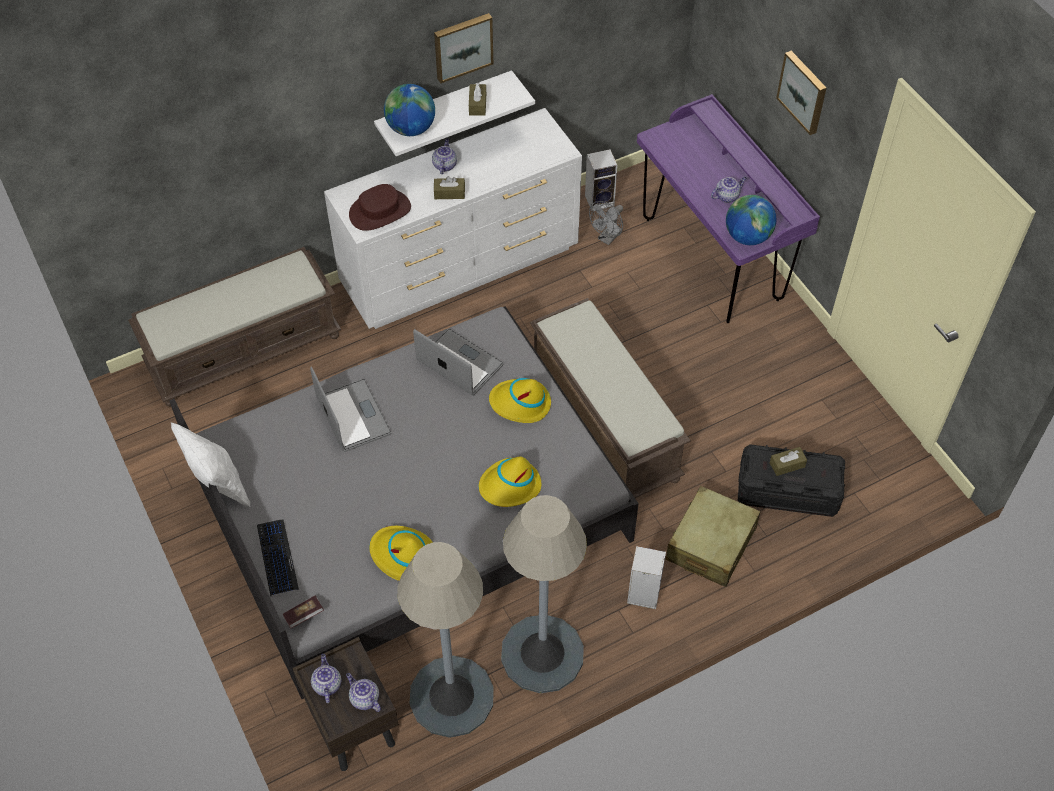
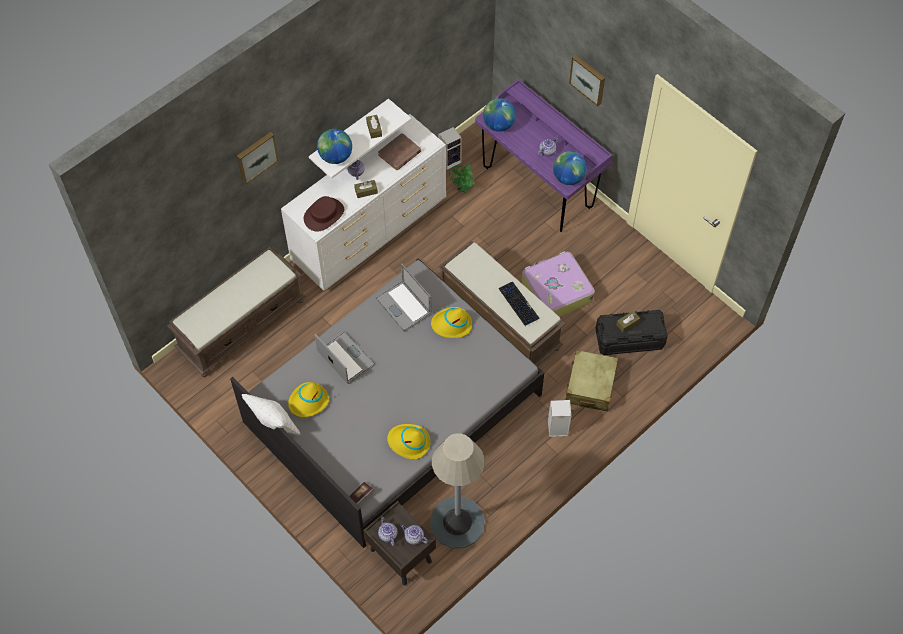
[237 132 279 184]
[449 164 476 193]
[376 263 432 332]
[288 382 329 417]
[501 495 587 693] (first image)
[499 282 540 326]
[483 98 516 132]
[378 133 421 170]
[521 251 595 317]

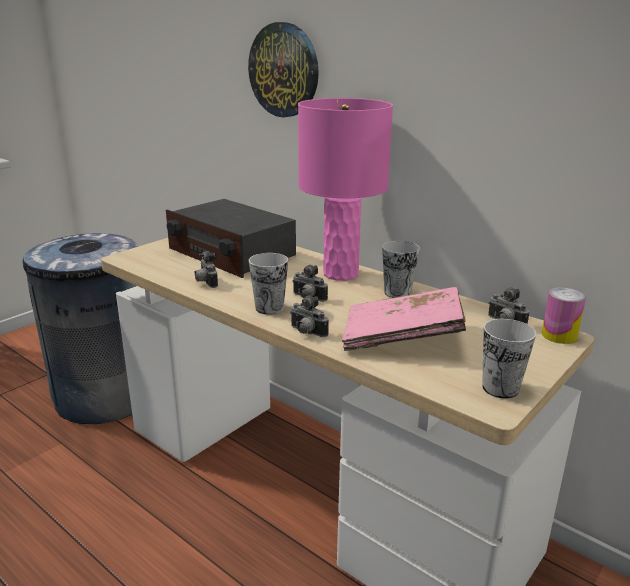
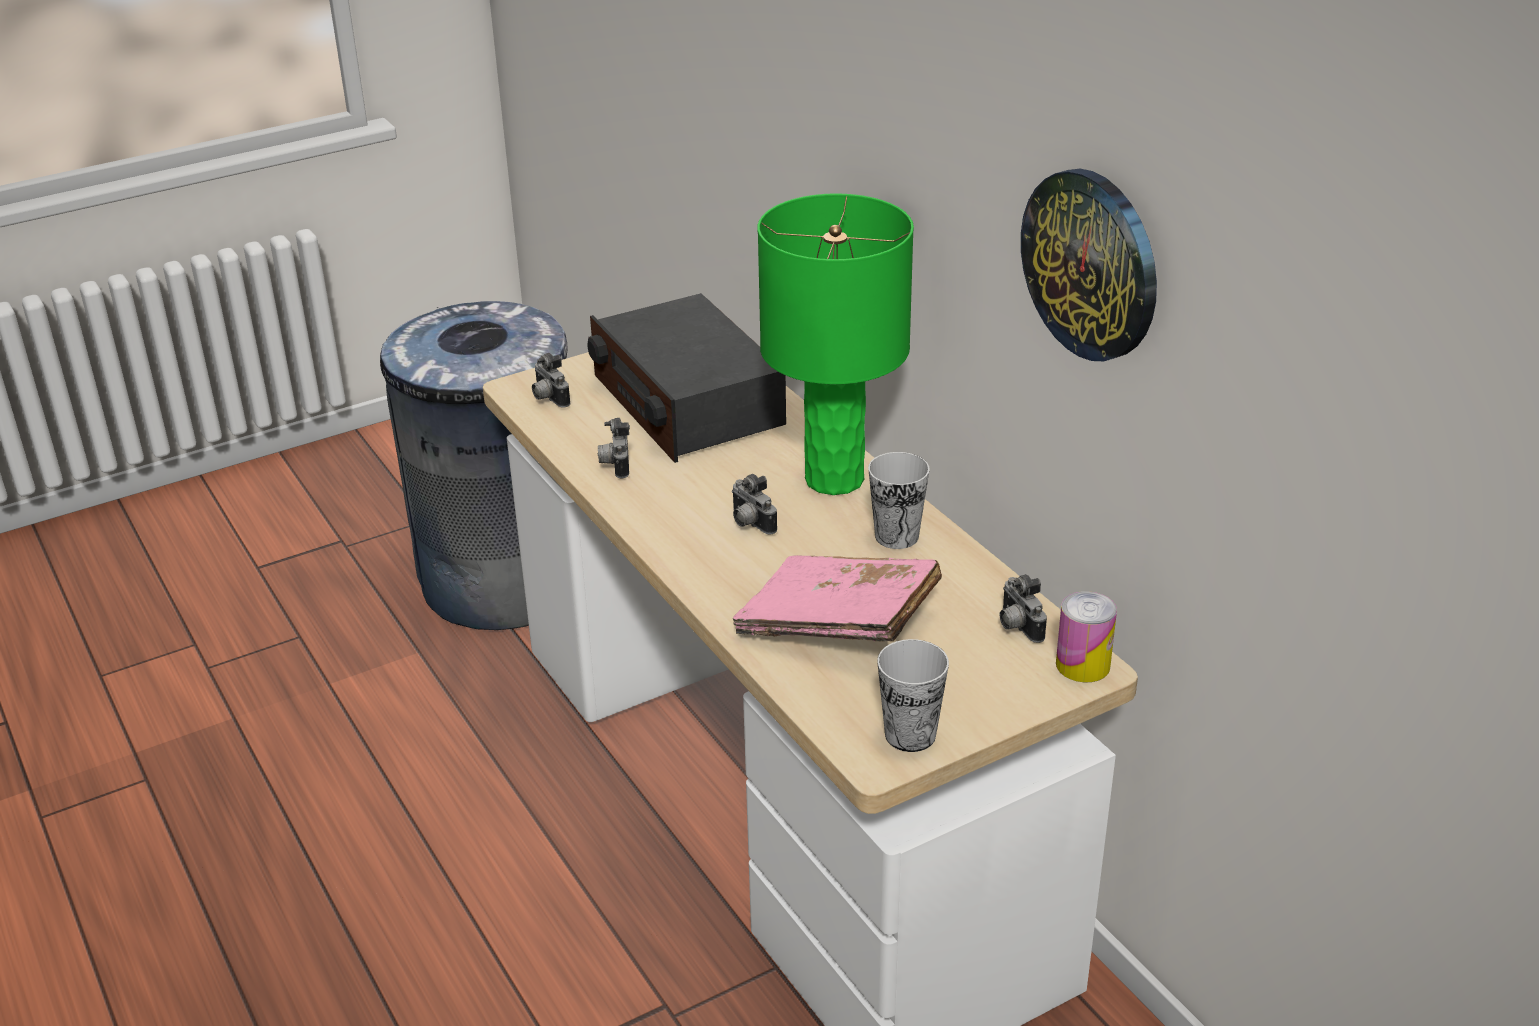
[1021 169 1157 361]
[757 193 914 495]
[249 253 288 315] (first image)
[532 353 570 408]

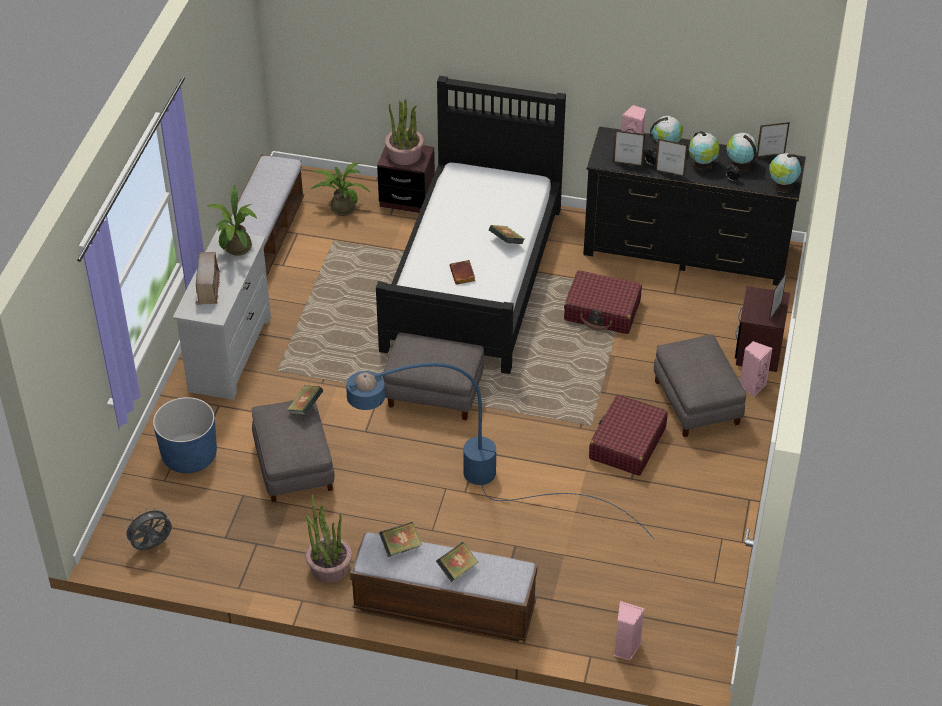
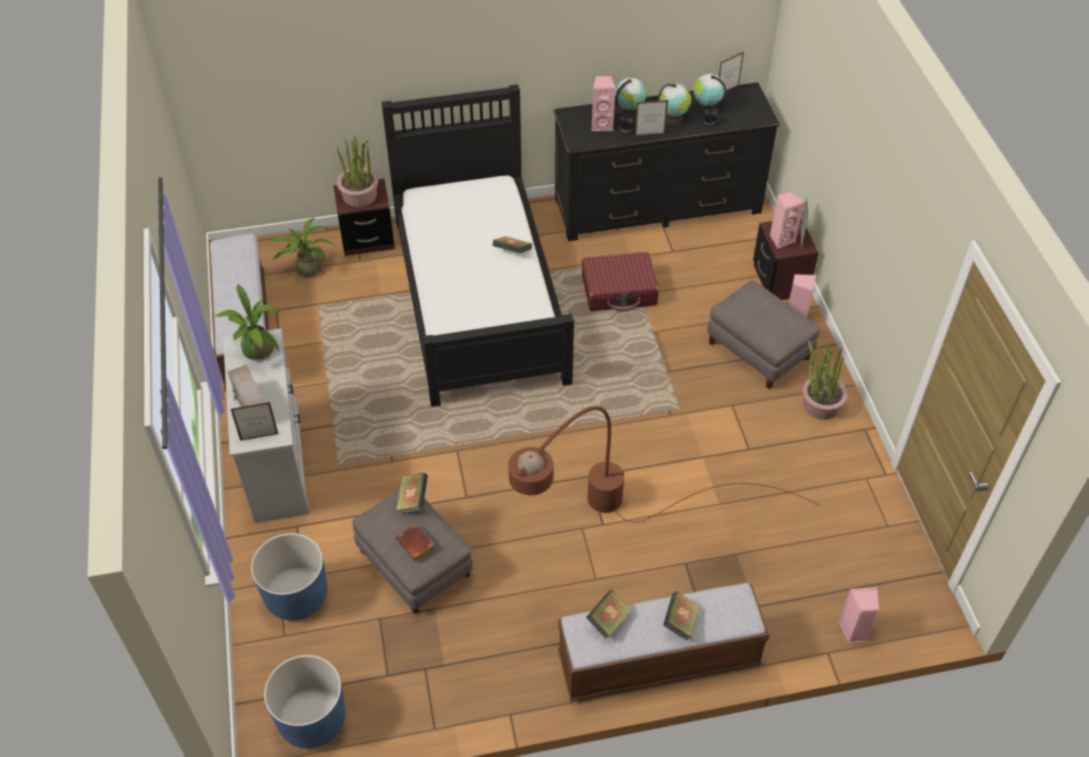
[231 402 278 441]
[769 153 802 193] (first image)
[396 523 435 561]
[383 333 484 420] (first image)
[508 406 820 523]
[589 395 668 476] (first image)
[802 340 848 420]
[264 655 345 748]
[770 191 805 248]

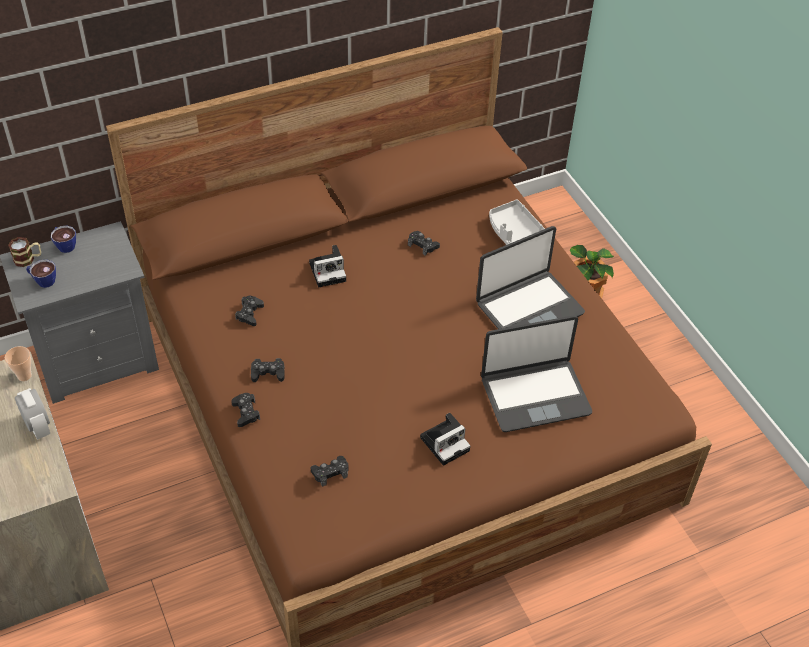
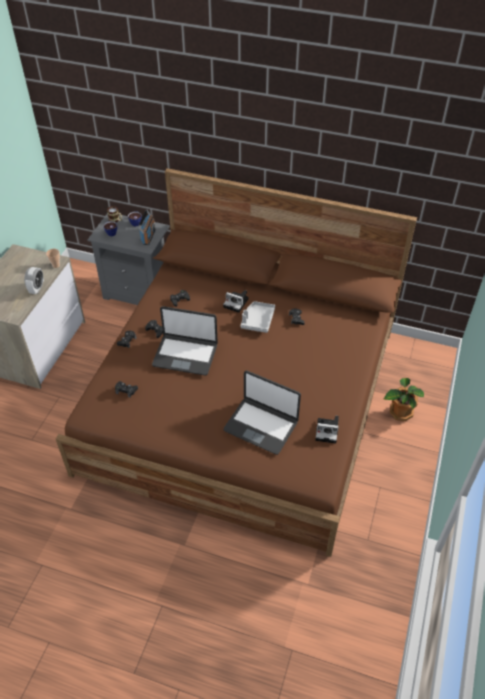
[240 301 275 333]
[152 306 218 375]
[315 416 339 444]
[138 210 156 245]

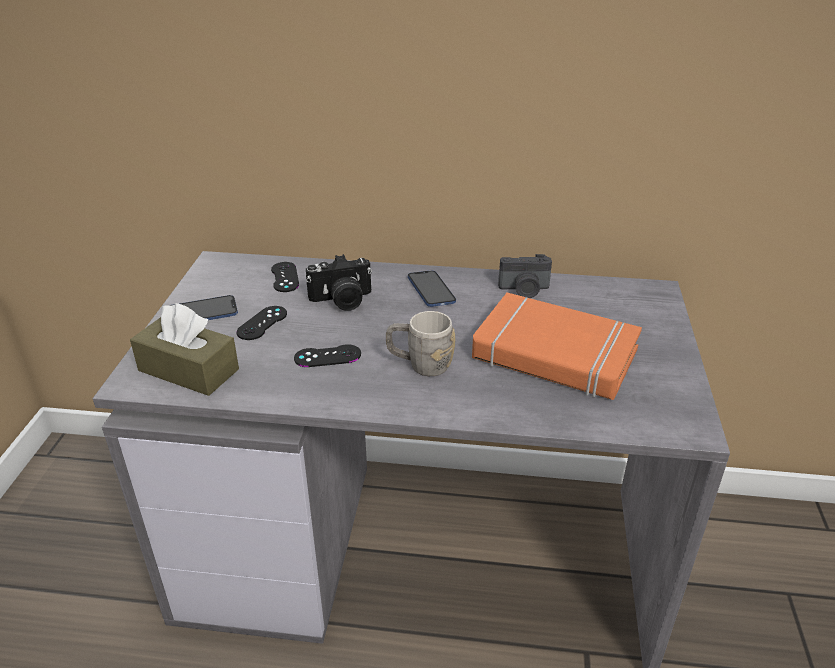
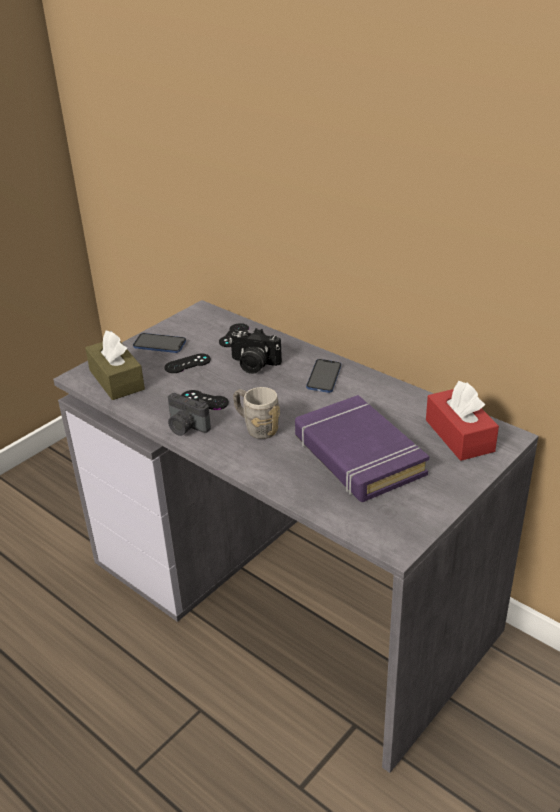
[168 393 211 436]
[295 395 429 502]
[426 381 499 461]

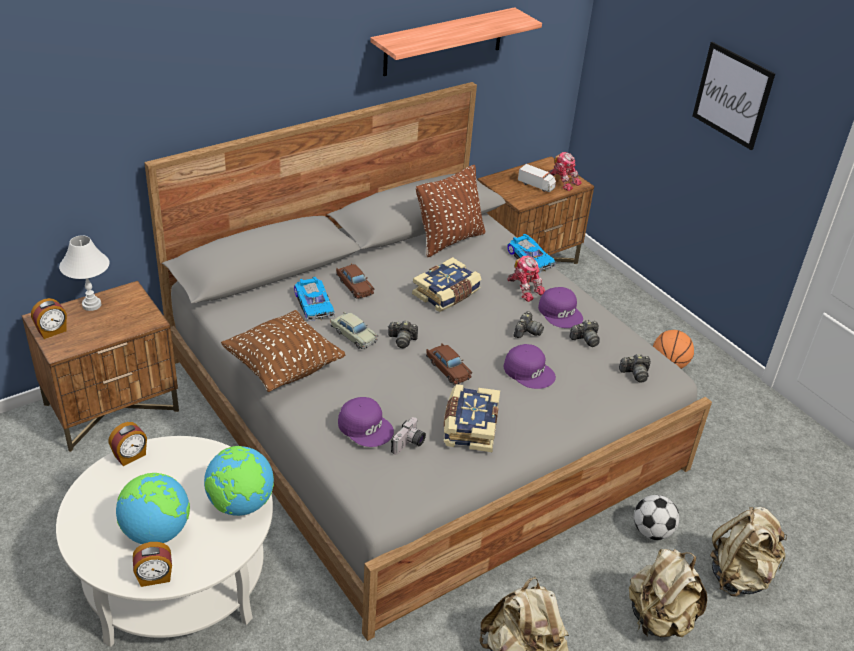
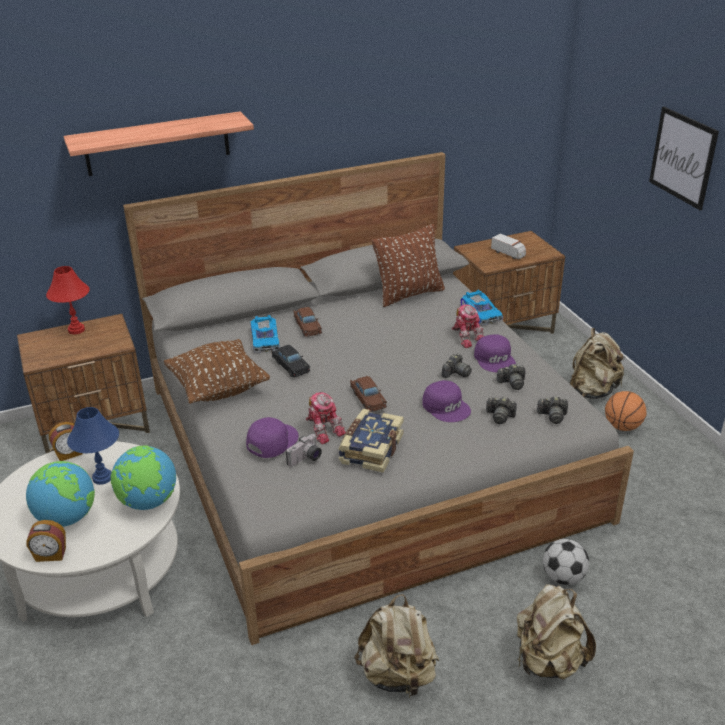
[63 111 254 176]
[306 392 346 444]
[46 266 90 334]
[412 257 481 312] (first image)
[31 298 67 339] (first image)
[271 345 310 377]
[486 397 517 424]
[246 417 299 458]
[570 328 625 399]
[67 407 119 485]

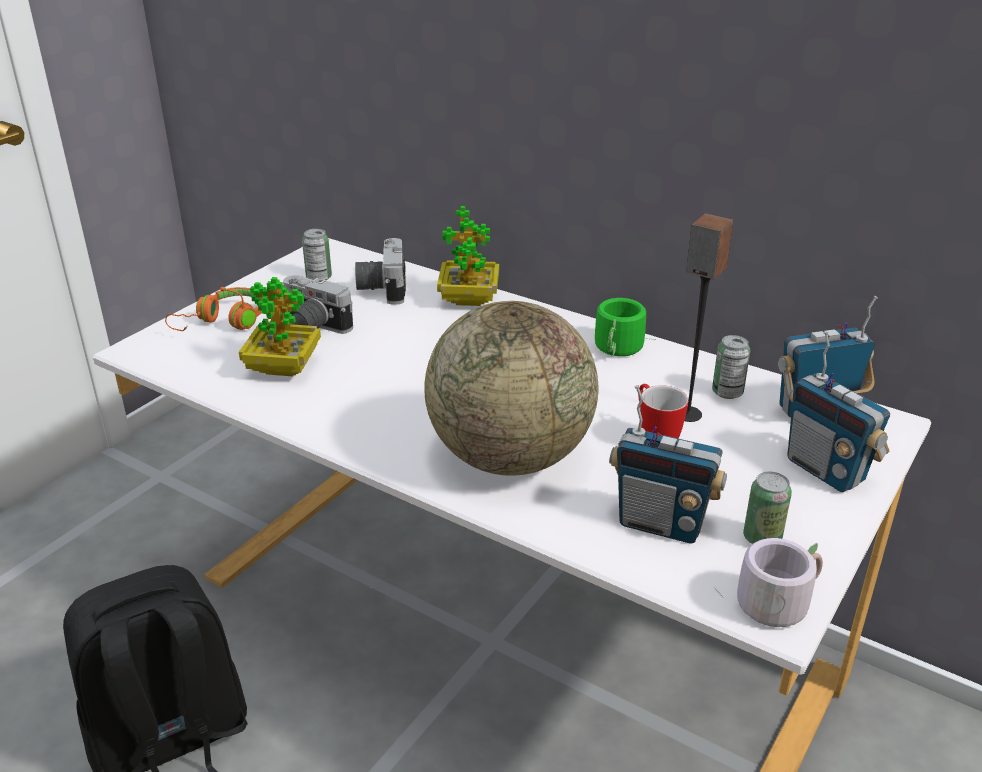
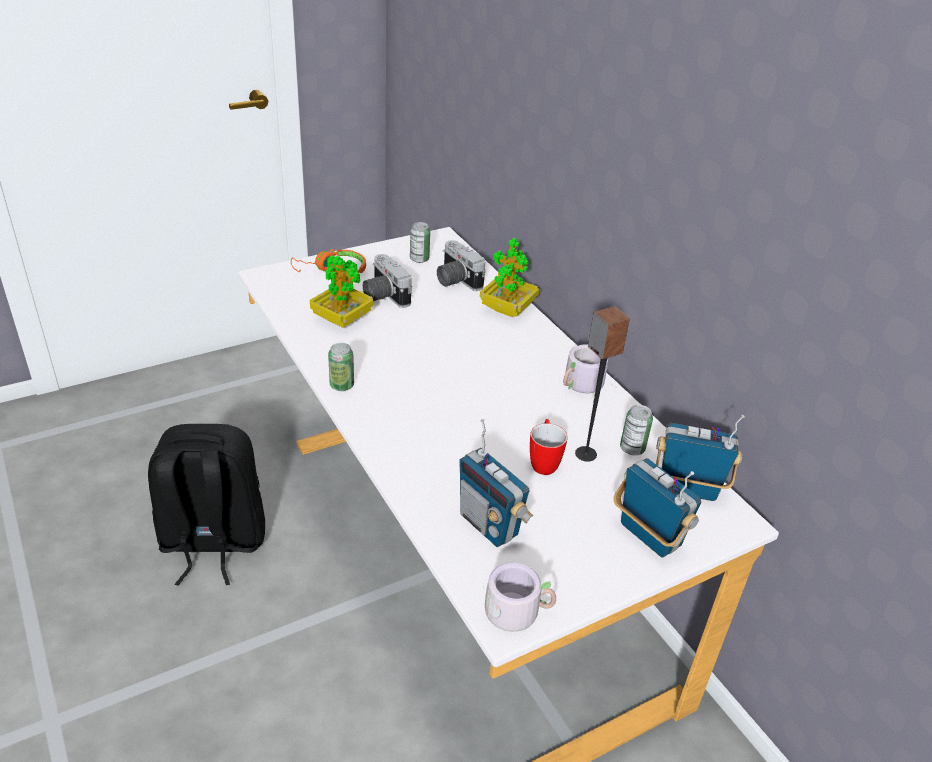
[437 240 486 291]
[563 344 617 393]
[424 301 599 476] (first image)
[613 458 701 558]
[328 343 354 391]

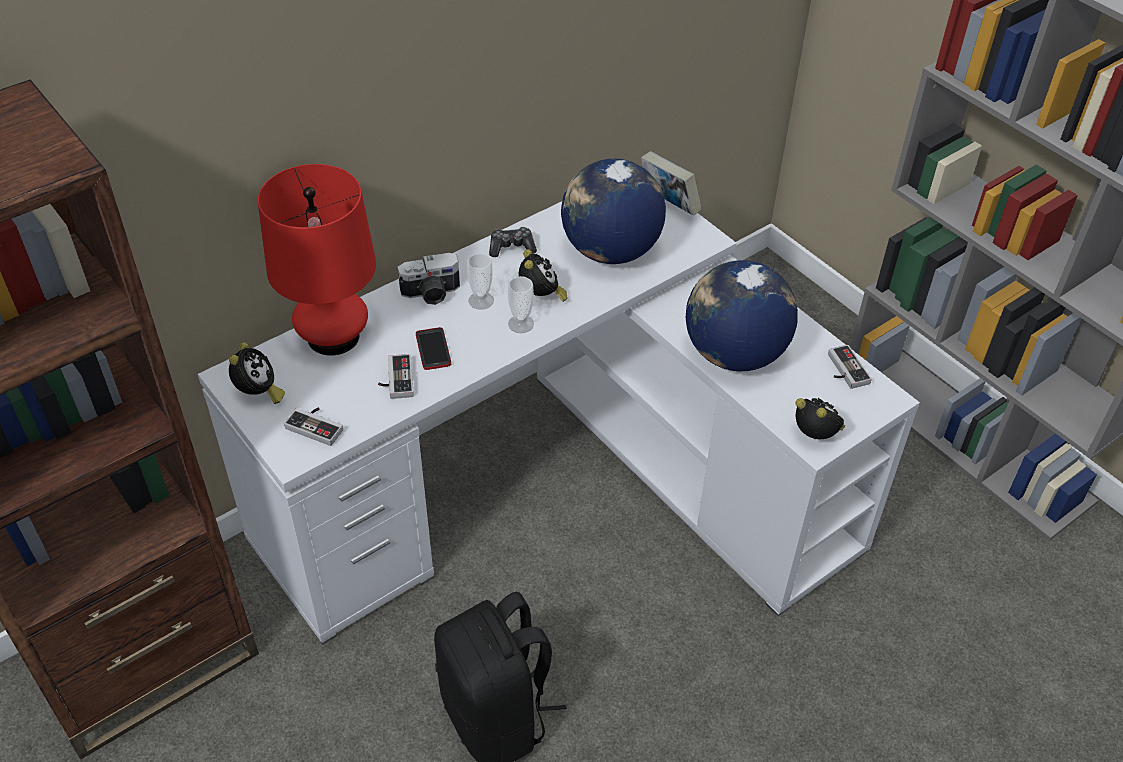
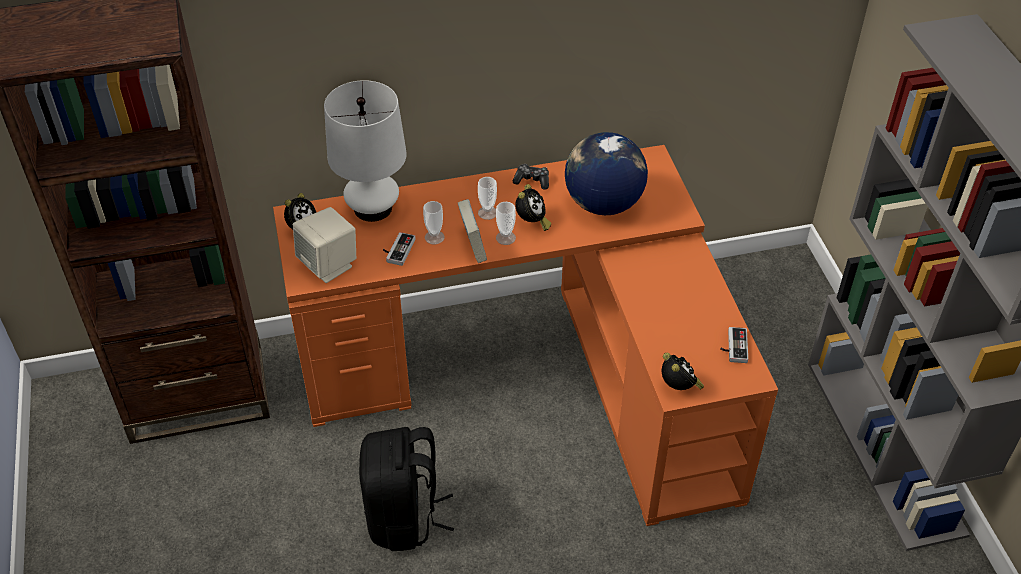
[458 199 487 263]
[324 80 407 222]
[273 145 778 526]
[398 253 460 305] (first image)
[686 260 798 371] (first image)
[423 201 445 244]
[293 207 356 283]

